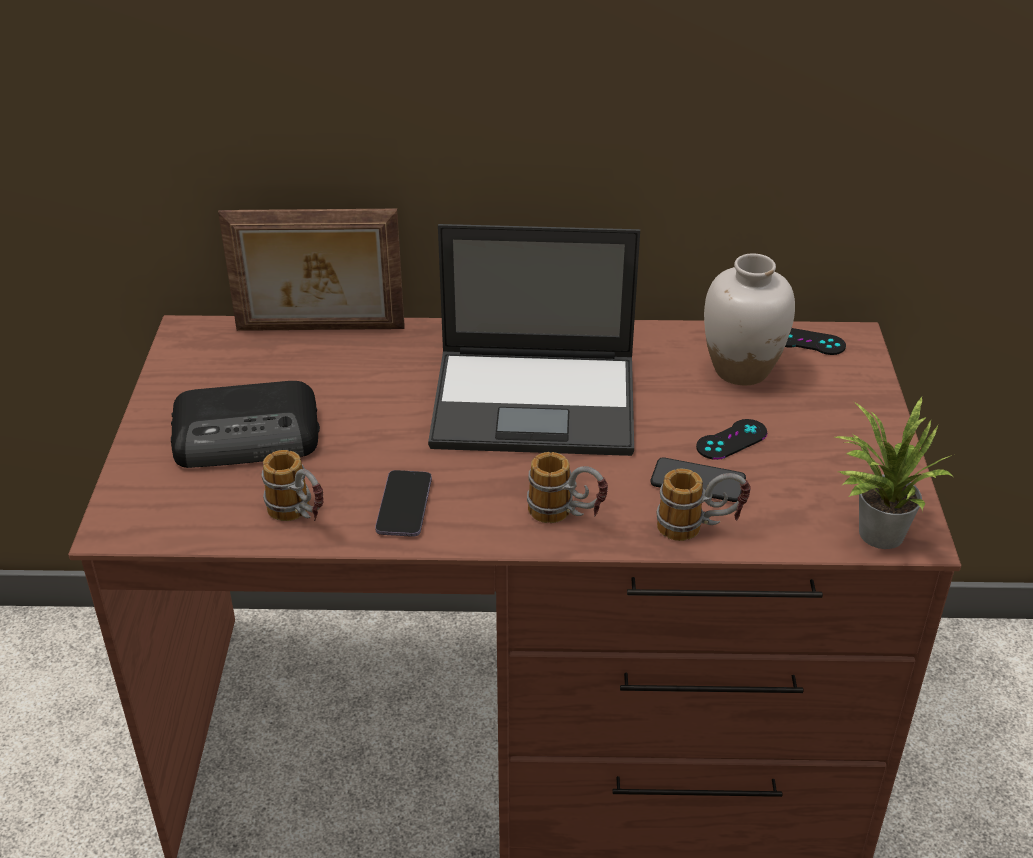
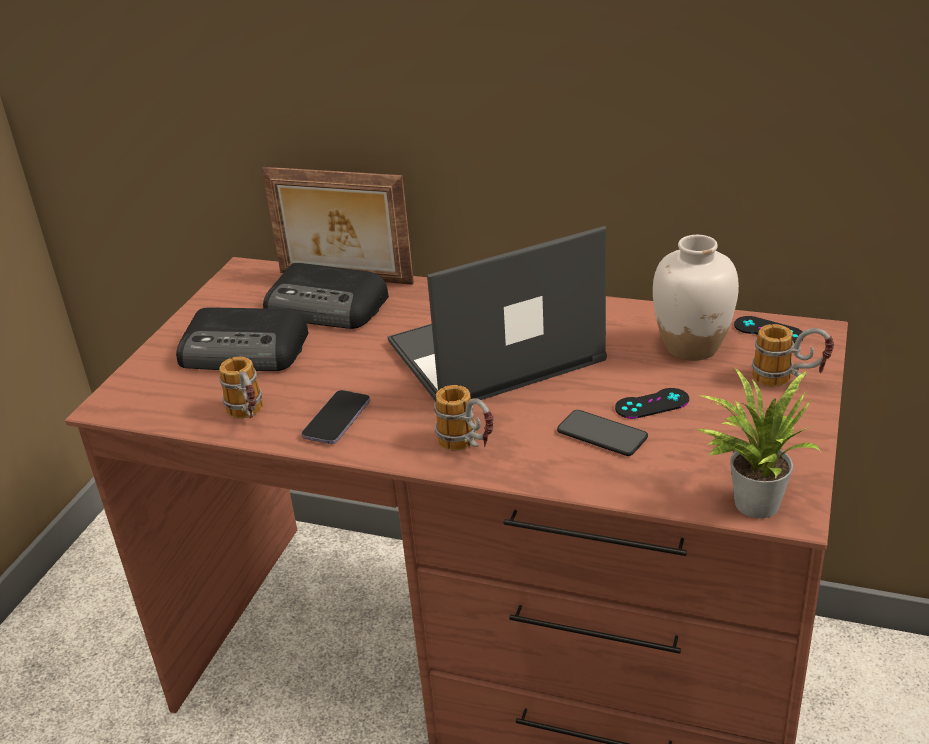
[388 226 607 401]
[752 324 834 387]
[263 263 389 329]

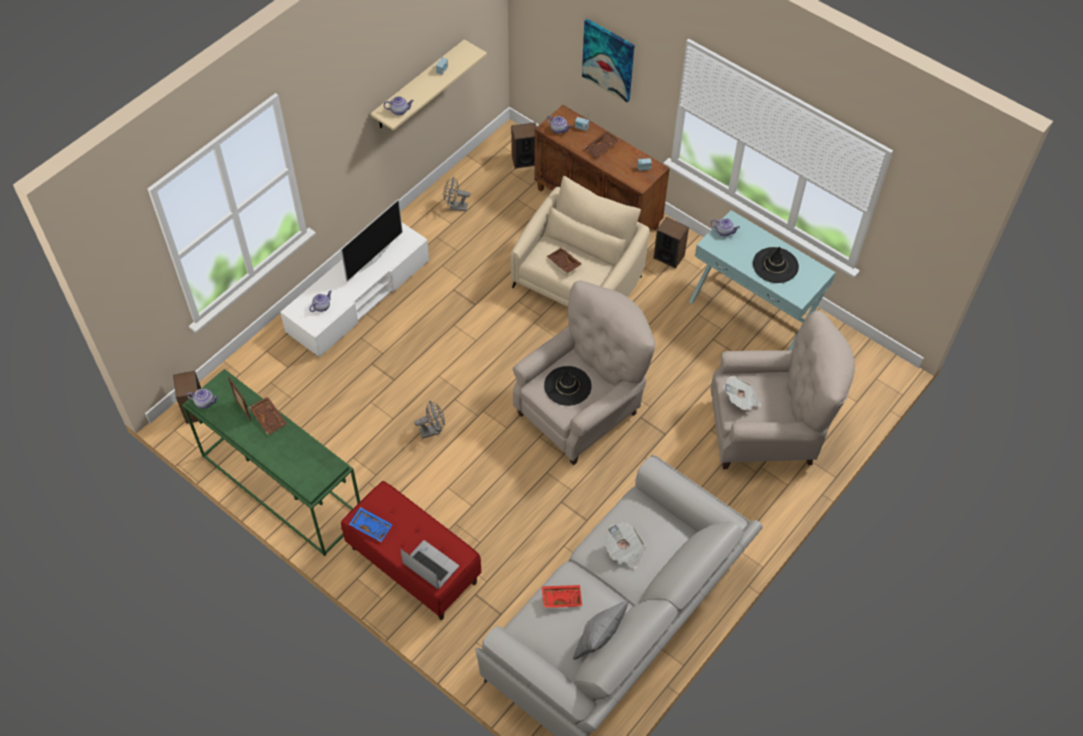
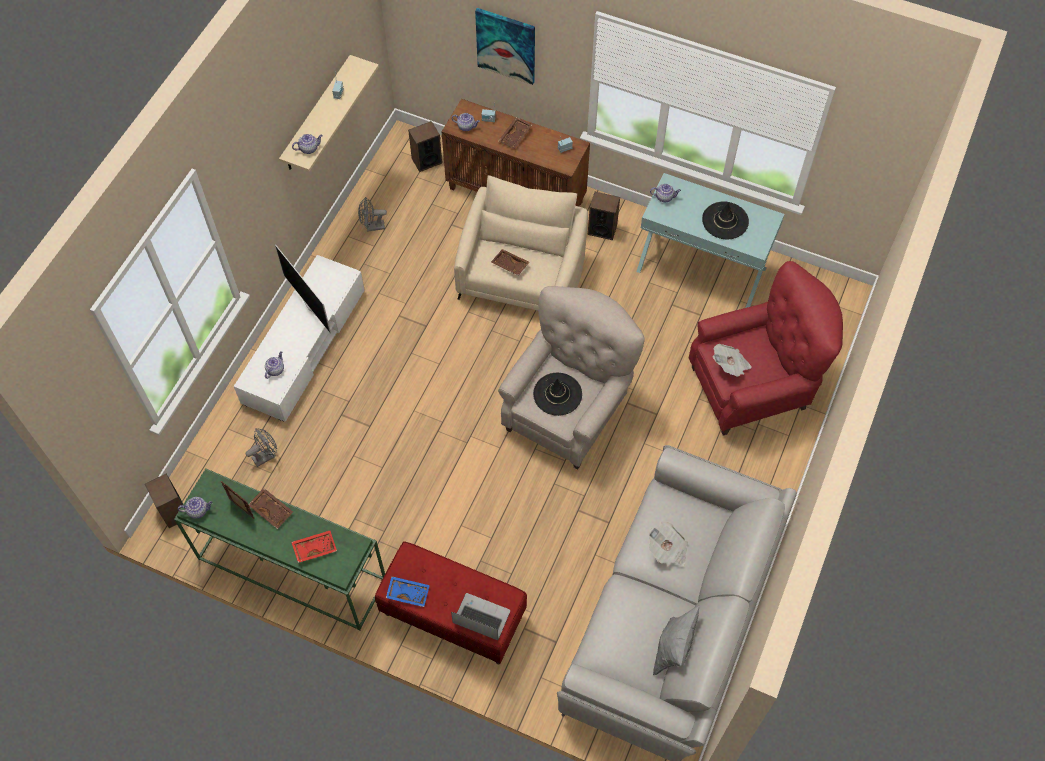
[275 245 331 334]
[689 261 843 436]
[246 428 277 467]
[291 531 337 563]

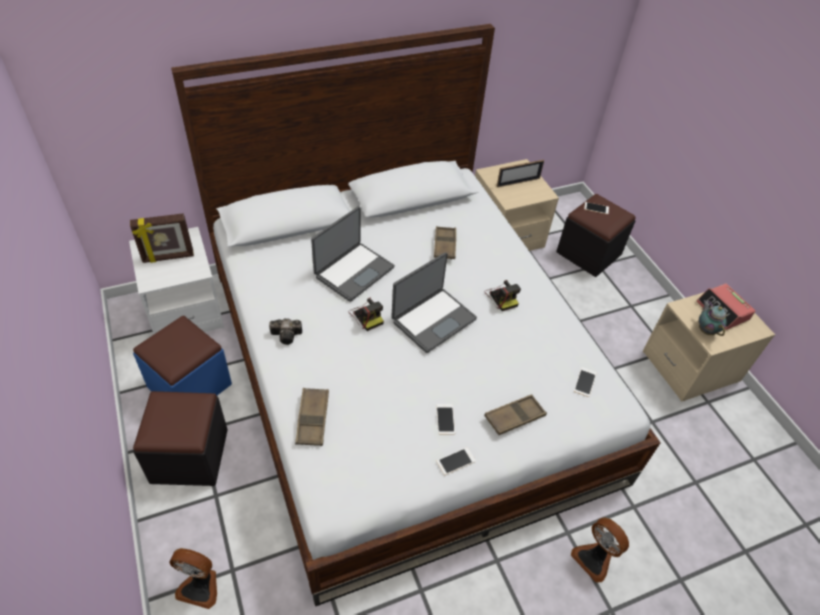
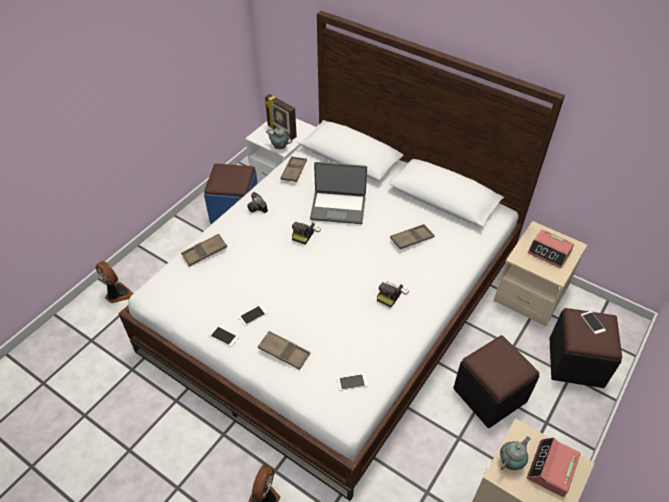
[527 229 574 269]
[391 252 477 353] (first image)
[453 335 539 428]
[95 261 134 303]
[266 127 292 149]
[280 156 307 182]

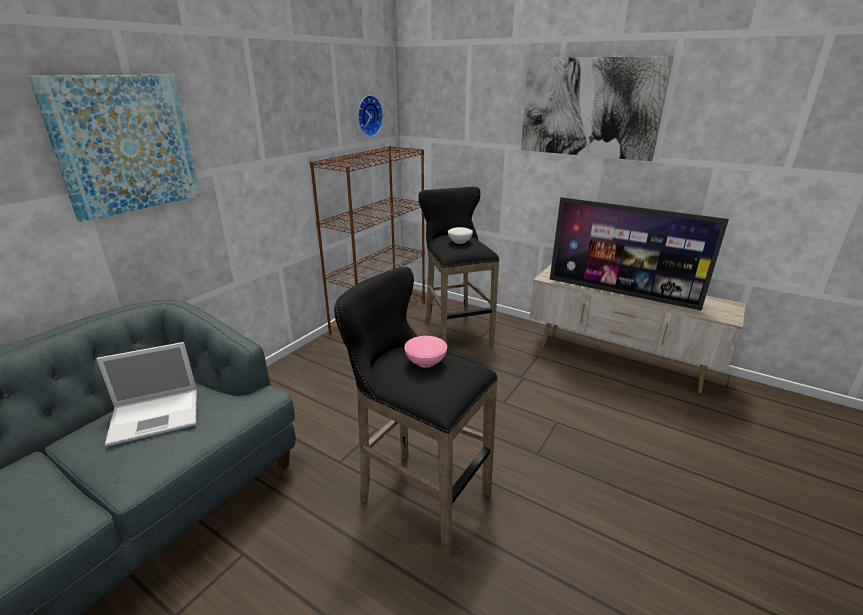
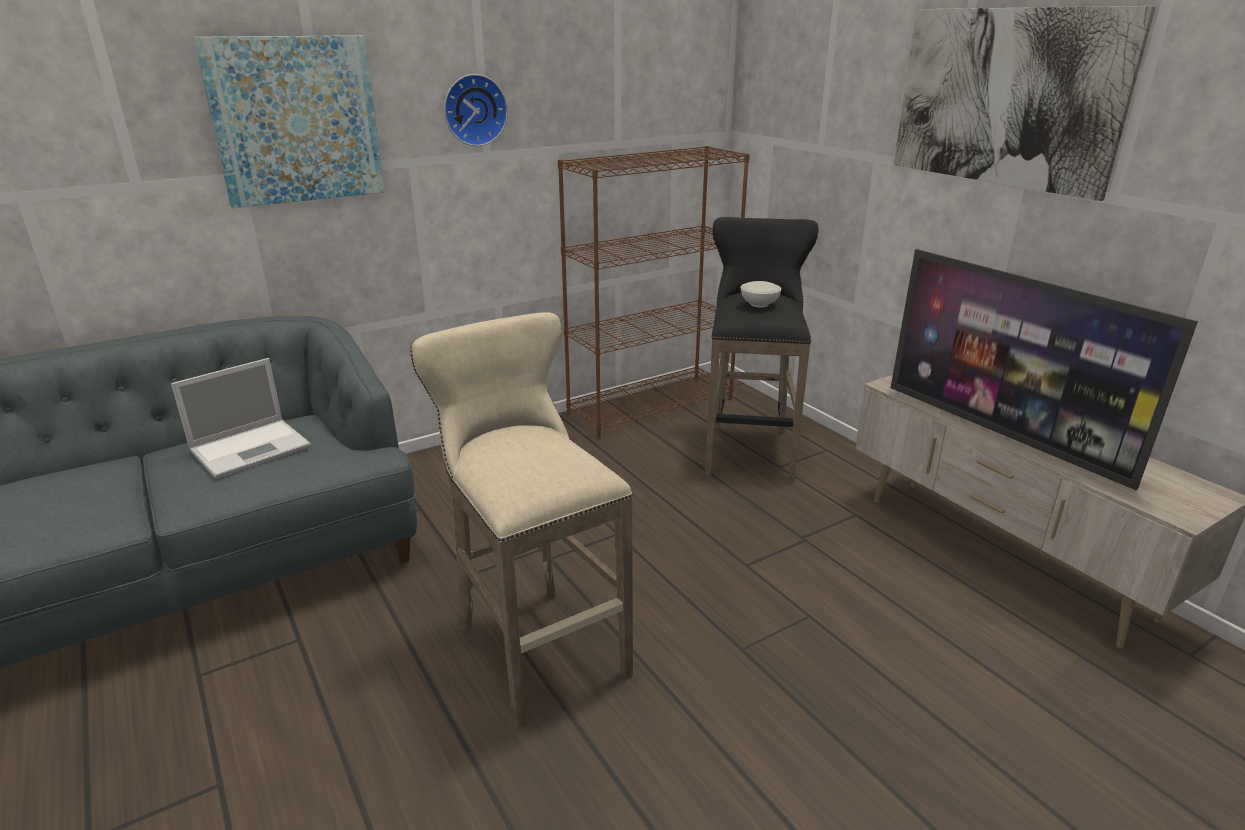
[444 74 508 146]
[410 312 633 729]
[404 336 447 368] (first image)
[171 358 311 479]

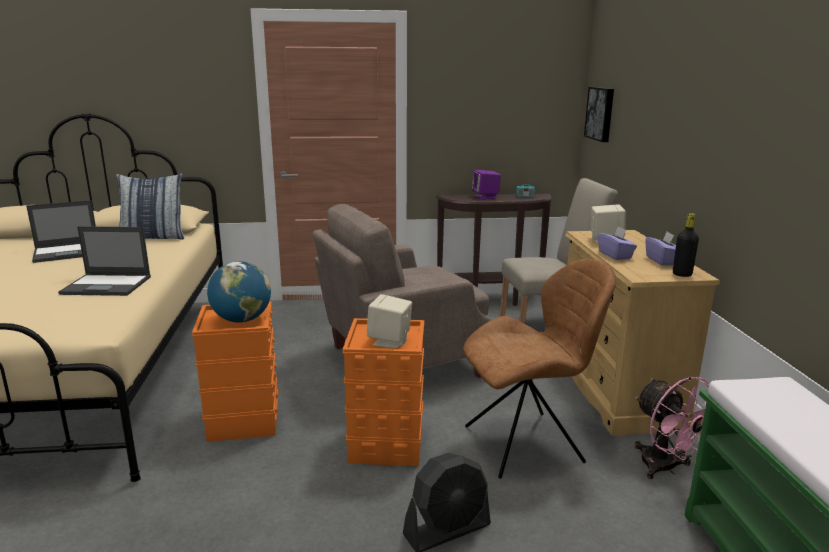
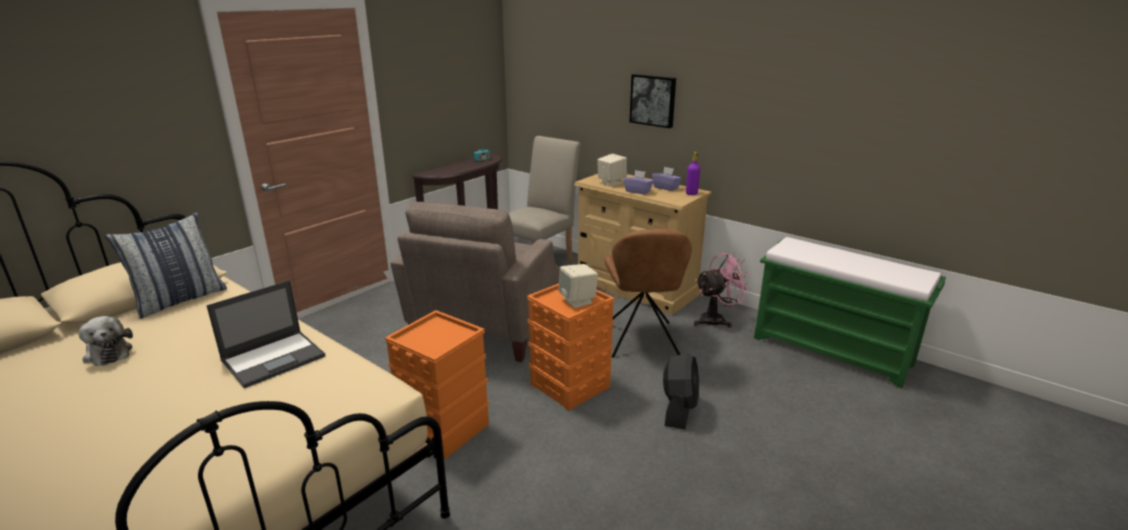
[630 74 676 128]
[472 170 501 200] (first image)
[78 316 133 366]
[686 152 701 195]
[605 229 692 358]
[207 261 271 323] (first image)
[694 252 752 328]

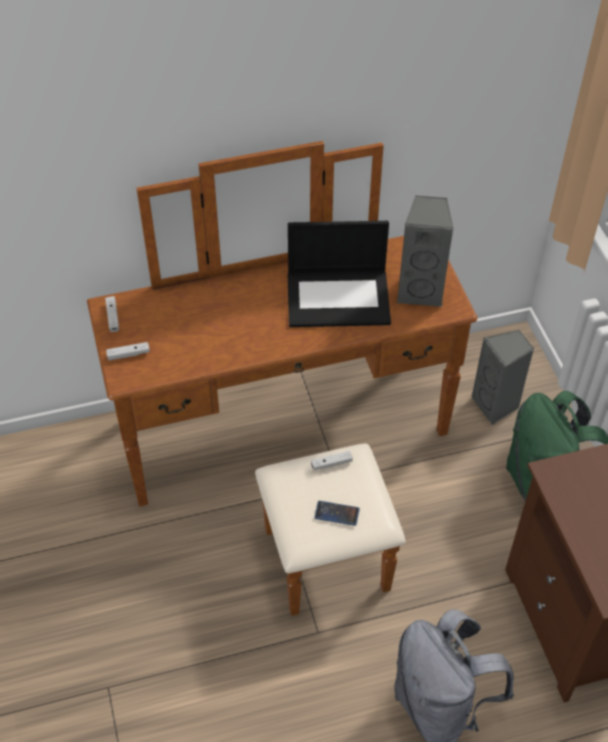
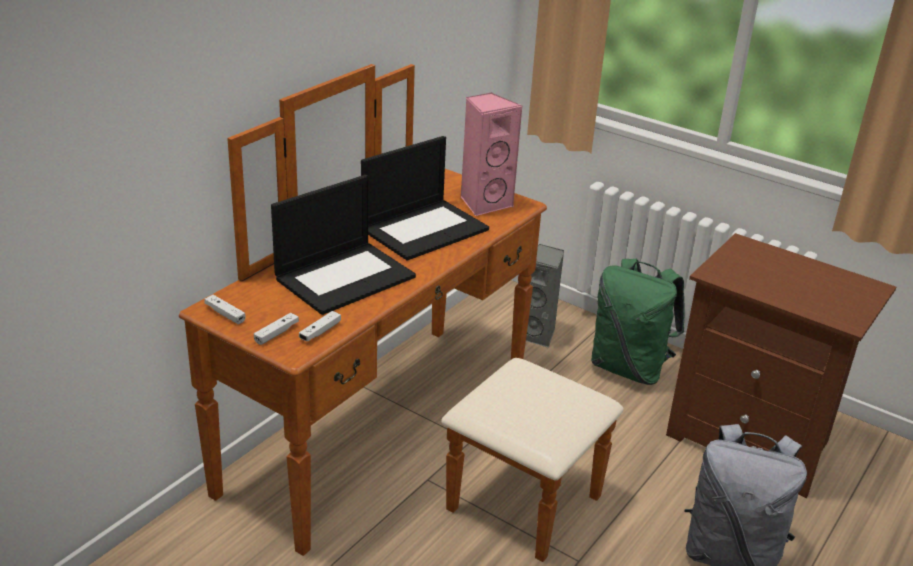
[460 92 522 216]
[299 311 341 341]
[314 501 360 526] (first image)
[271 175 416 315]

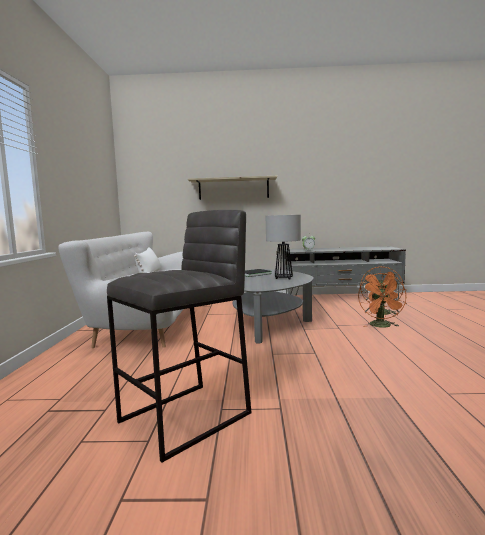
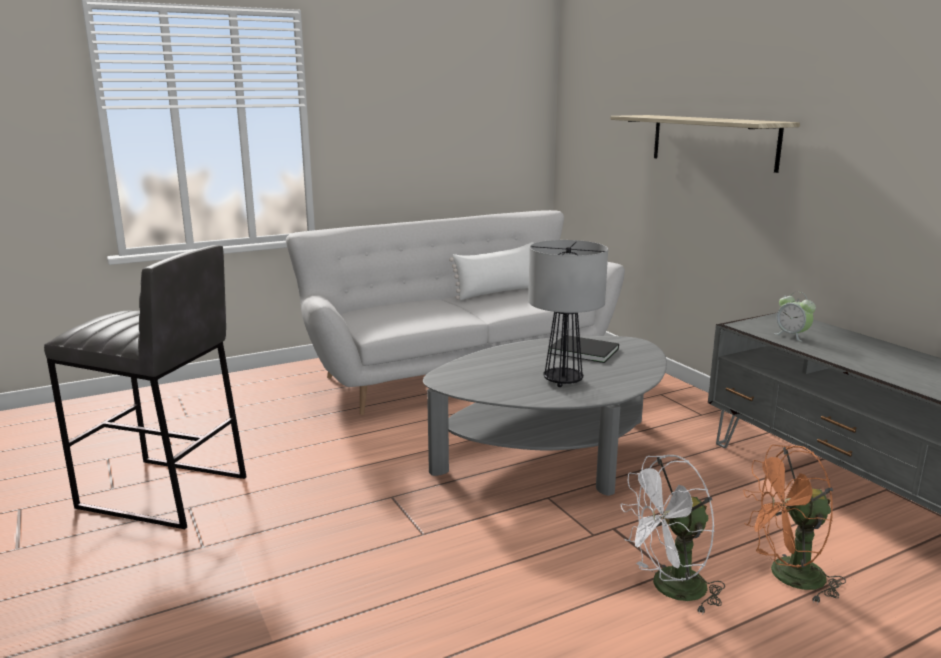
[620 455 725 613]

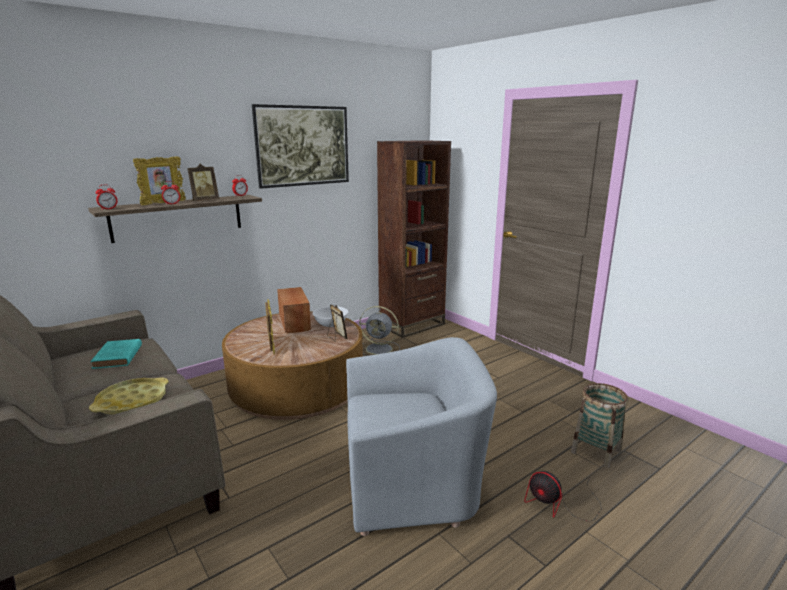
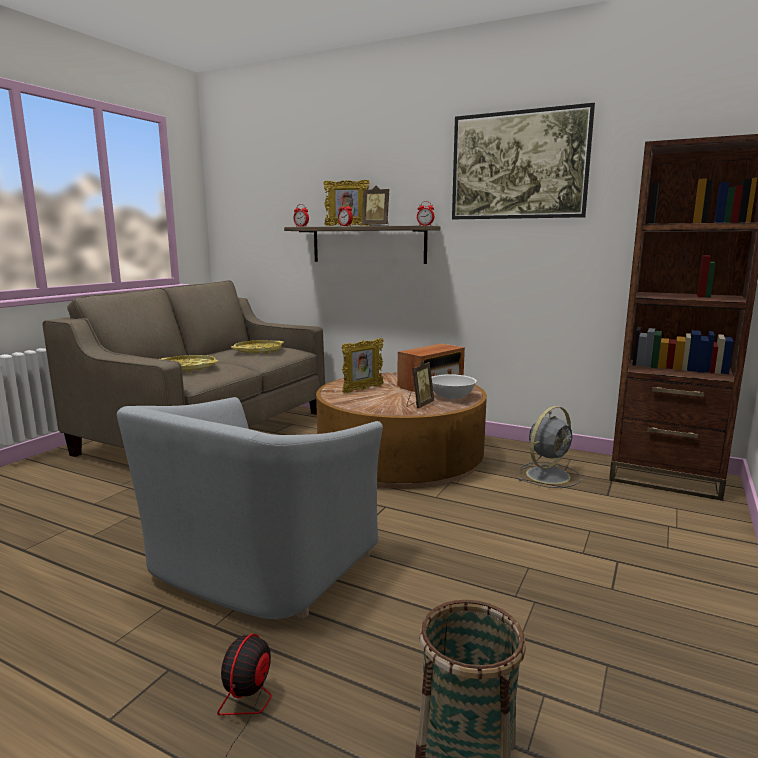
[519 406 582 488]
[117 397 383 619]
[231 340 284 355]

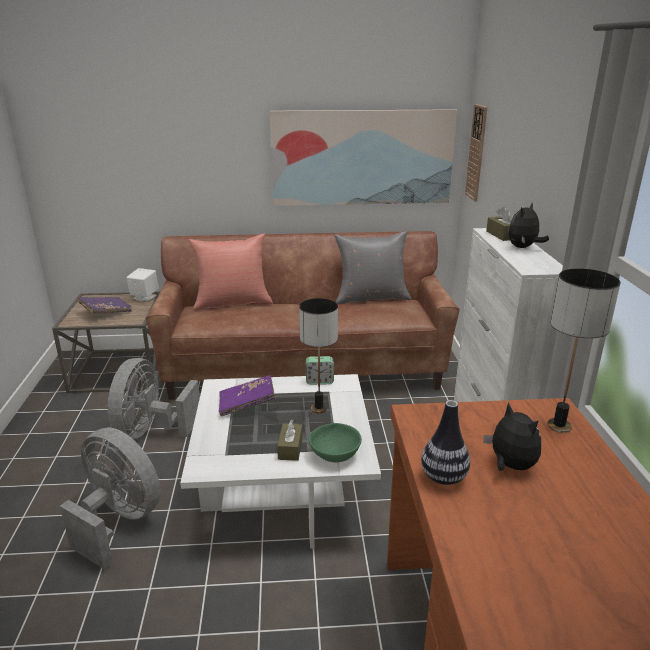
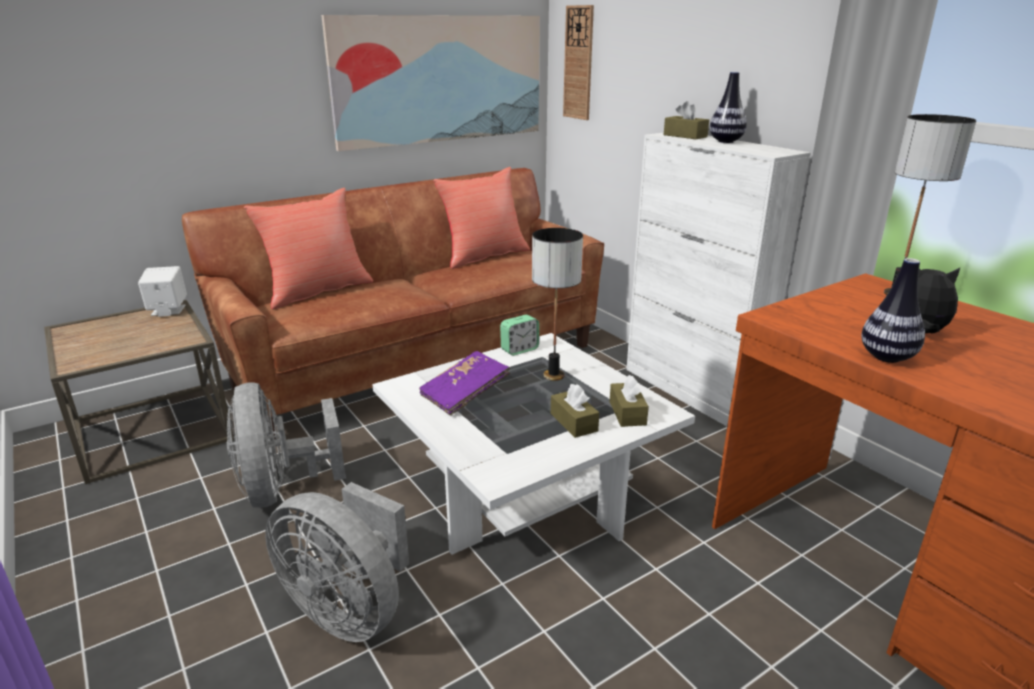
[710 72 747 143]
[433 167 530 269]
[78 297 132 313] (first image)
[609 375 649 427]
[265 482 409 642]

